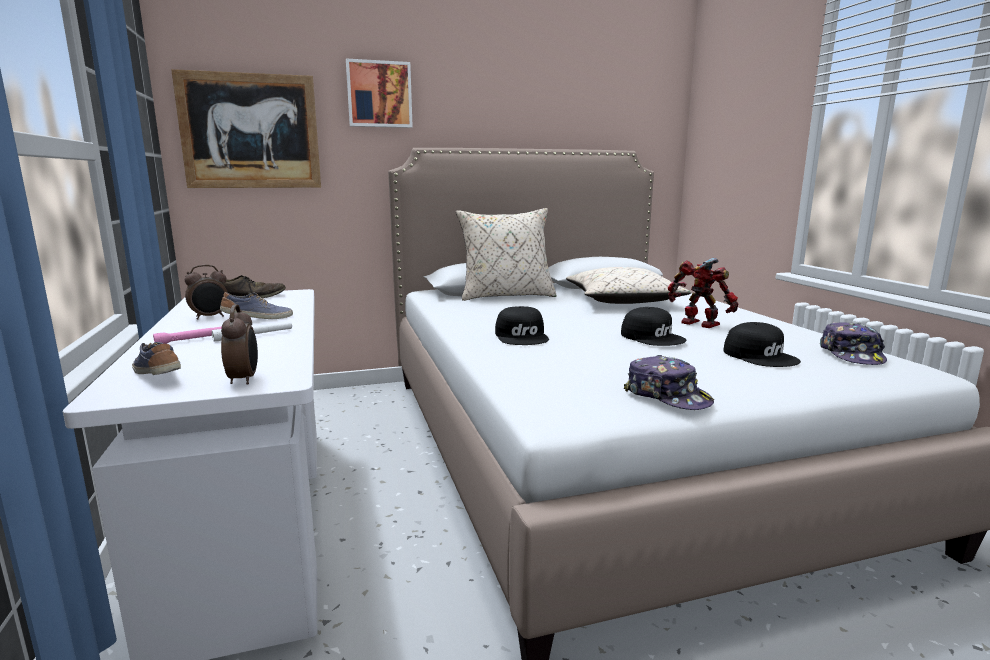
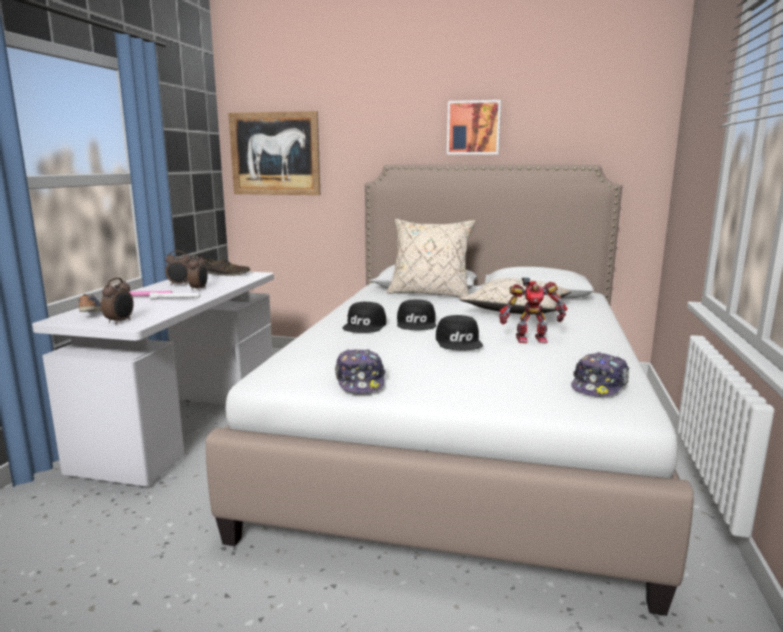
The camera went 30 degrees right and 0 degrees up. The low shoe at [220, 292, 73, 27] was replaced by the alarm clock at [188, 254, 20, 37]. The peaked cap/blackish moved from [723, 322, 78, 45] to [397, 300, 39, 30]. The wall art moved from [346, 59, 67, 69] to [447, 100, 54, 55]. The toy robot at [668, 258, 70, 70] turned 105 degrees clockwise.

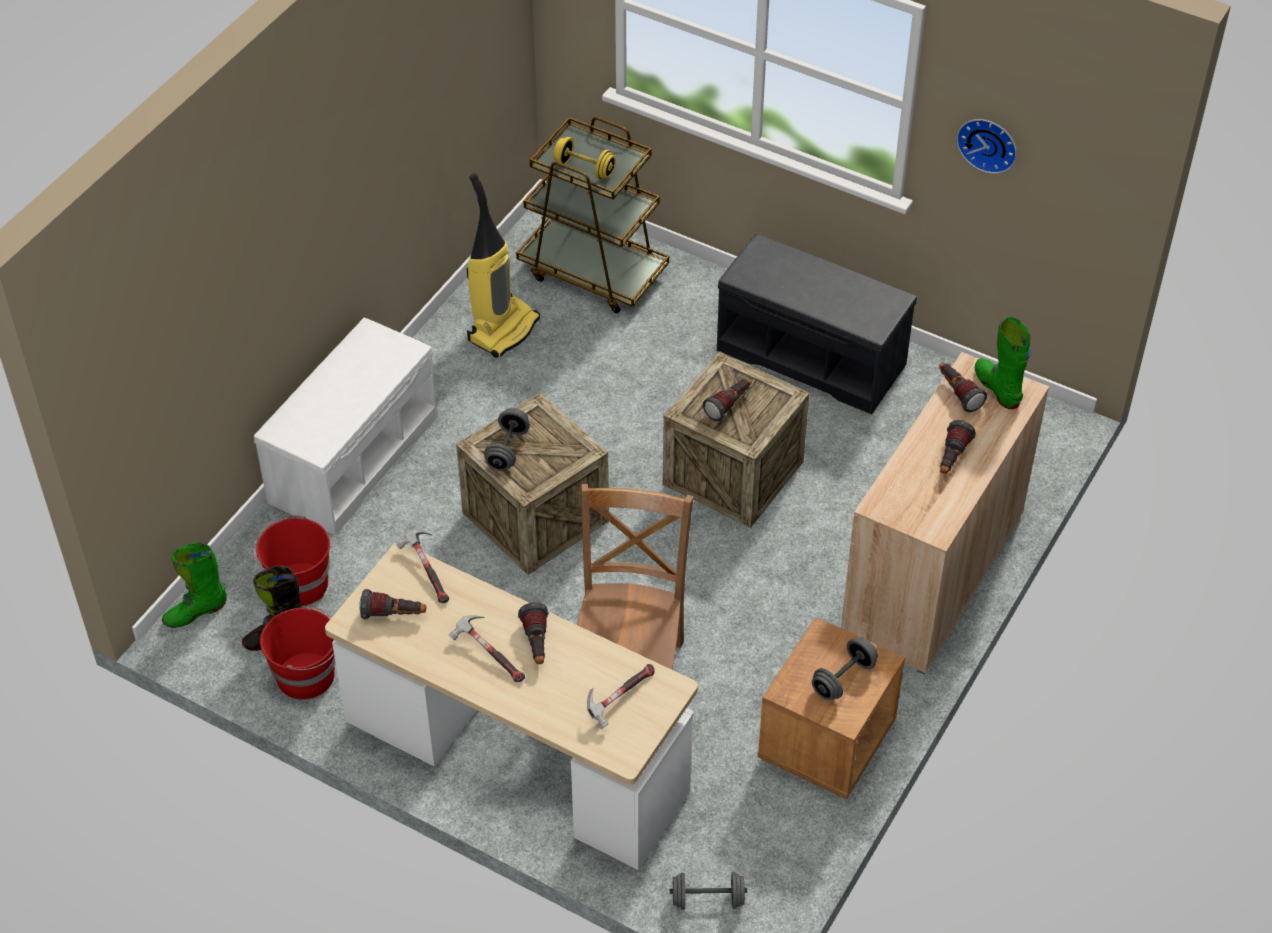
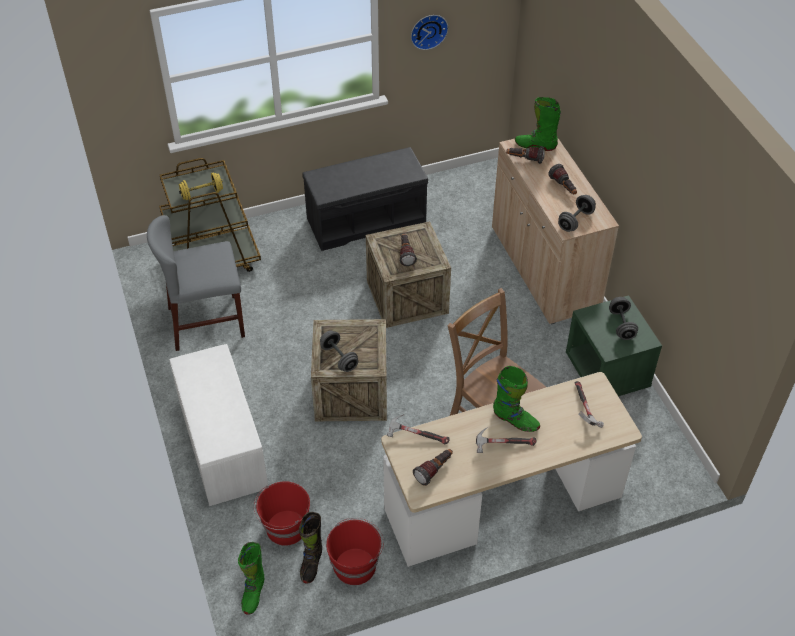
The camera went 50 degrees left and 0 degrees up. The hoover at [467, 173, 73, 185] was replaced by the upright chair/grey at [147, 215, 98, 136]. The flashlight at [518, 602, 31, 62] was replaced by the boot/greenish at [493, 366, 47, 66]. The free weight/grey moved from [670, 872, 77, 38] to [558, 195, 38, 37]. The night table/brownish at [757, 617, 148, 183] became the night table/greenish at [566, 295, 96, 101].

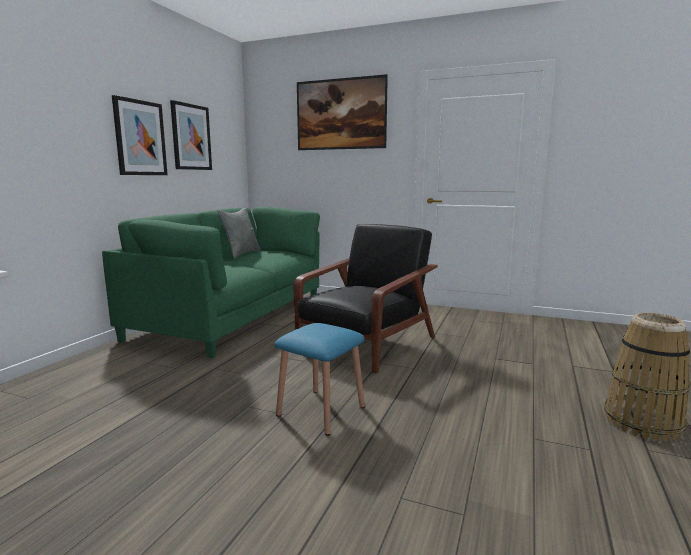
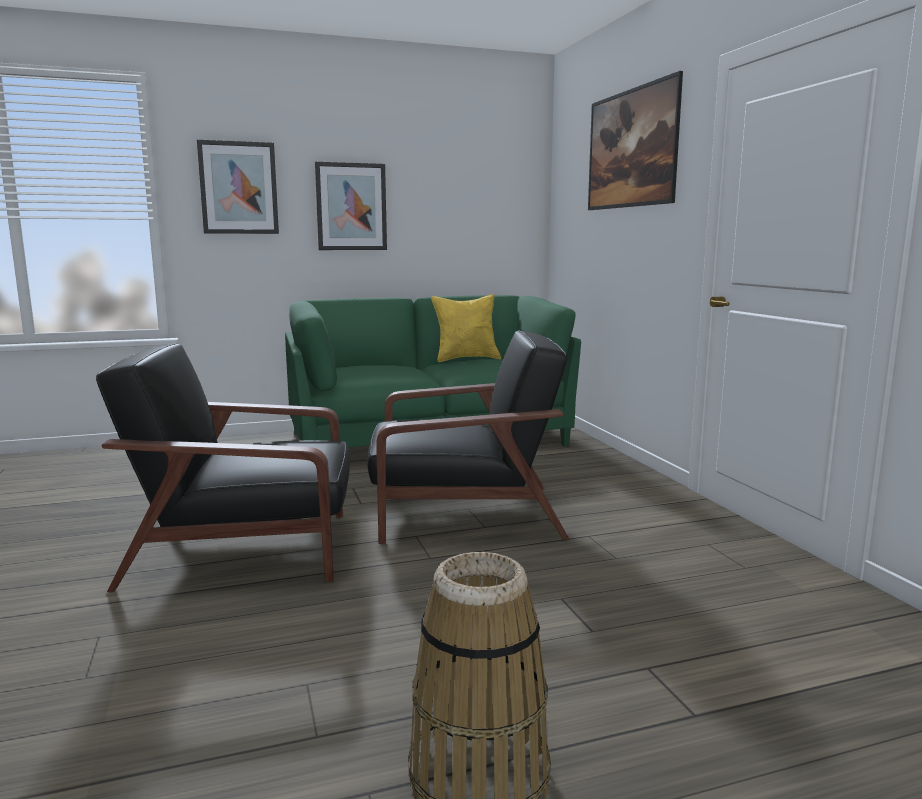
The camera went 50 degrees right and 0 degrees up. The sitting stool/blue-coloured at [274, 323, 91, 113] was replaced by the lounge chair/blackish at [96, 343, 254, 249]. The wall art moved from [170, 100, 42, 70] to [197, 140, 82, 94]. The pillow/grey at [217, 207, 44, 51] became the pillow/yellow at [431, 294, 70, 68].

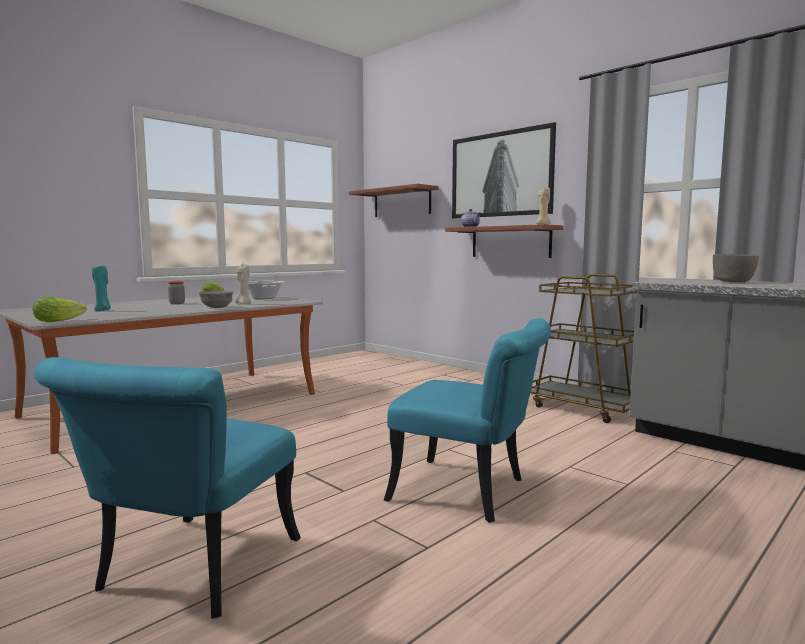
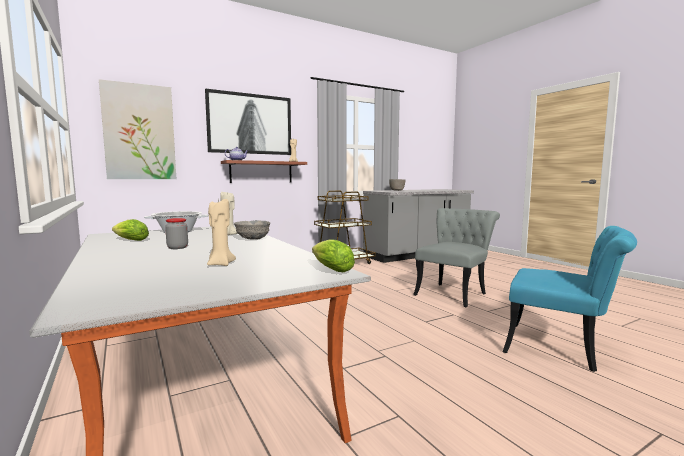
The camera went 75 degrees left and 0 degrees up. The bracket shelf at [349, 184, 90, 33] was replaced by the wall art at [99, 79, 77, 100]. The wax candle/turquoise at [92, 266, 19, 45] became the wax candle/sand-coloured at [207, 199, 29, 67]. The upright chair/turquoise at [384, 318, 167, 204] became the upright chair/grey at [413, 208, 87, 100].

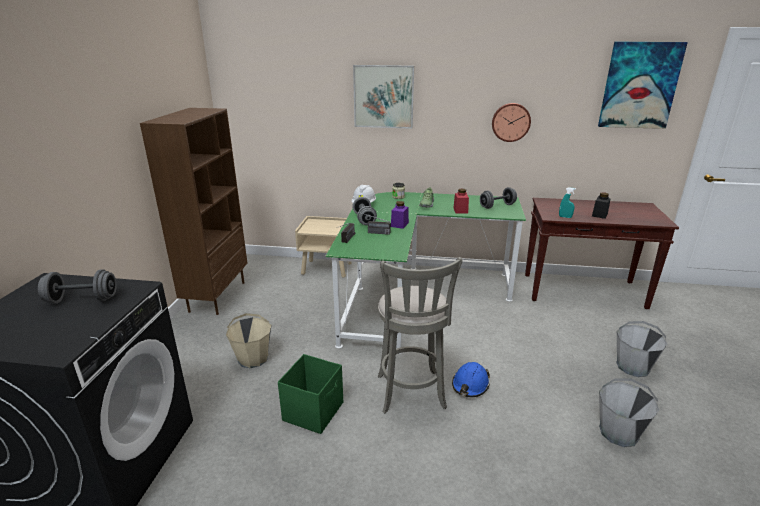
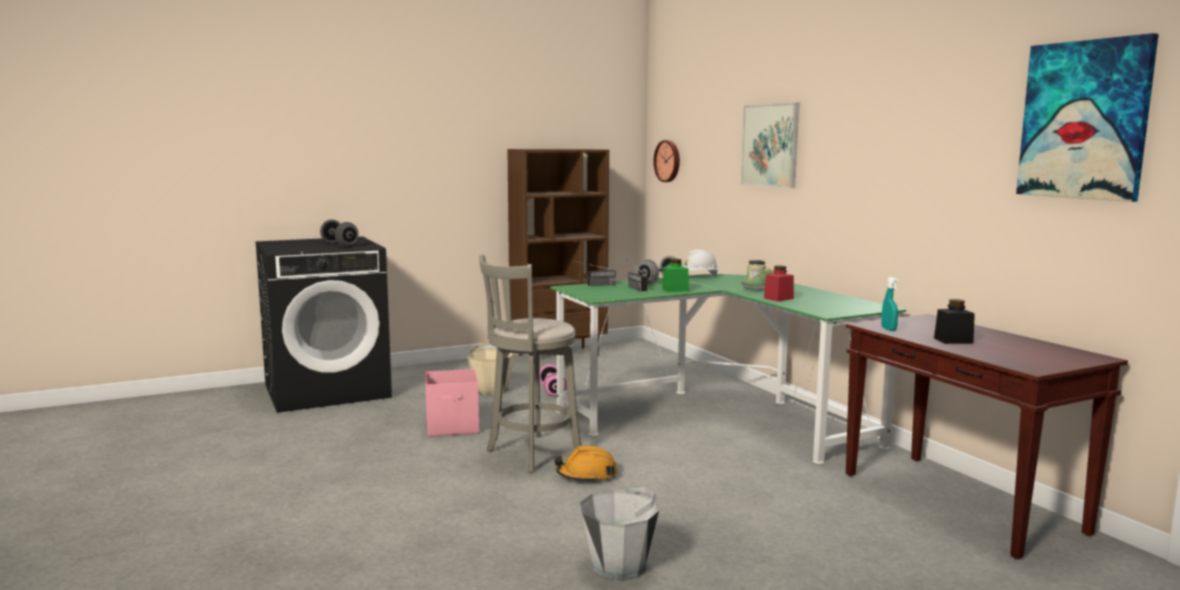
The camera went 55 degrees right and 15 degrees down. The storage box/greenish at [278, 354, 65, 80] became the storage box/pinkish at [425, 369, 54, 67]. The free weight/pinkish at [540, 364, 26, 32] appeared. The safety helmet/blue-coloured at [452, 362, 38, 35] became the safety helmet/orange at [554, 446, 63, 37]. The clock on the wall moved from [492, 103, 39, 39] to [653, 140, 27, 42]. The storage jar/purplish at [391, 201, 18, 28] became the storage jar/greenish at [662, 259, 27, 33]. The night table/sand-coloured at [295, 216, 56, 62] disappeared. The free weight/grey at [480, 187, 37, 22] disappeared. The water bucket/grey at [616, 321, 51, 56] disappeared.

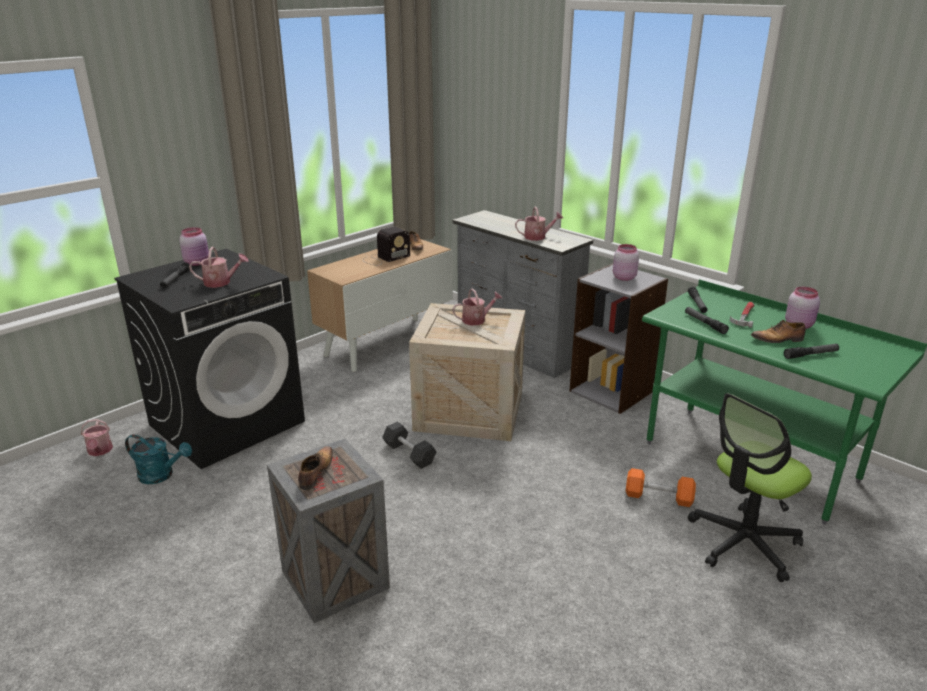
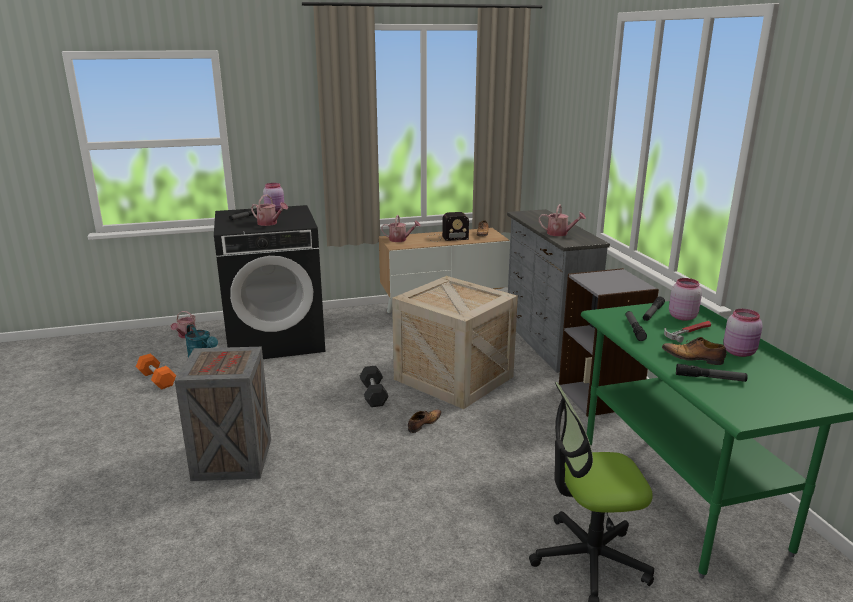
The camera went 30 degrees right and 5 degrees down. The free weight/orange moved from [626, 468, 70, 39] to [136, 354, 40, 36]. The sprinkling can moved from [452, 289, 50, 36] to [381, 215, 40, 27]. The low shoe moved from [298, 446, 35, 44] to [408, 409, 34, 24]. The storage jar/pinkish moved from [613, 244, 26, 37] to [669, 278, 33, 43].

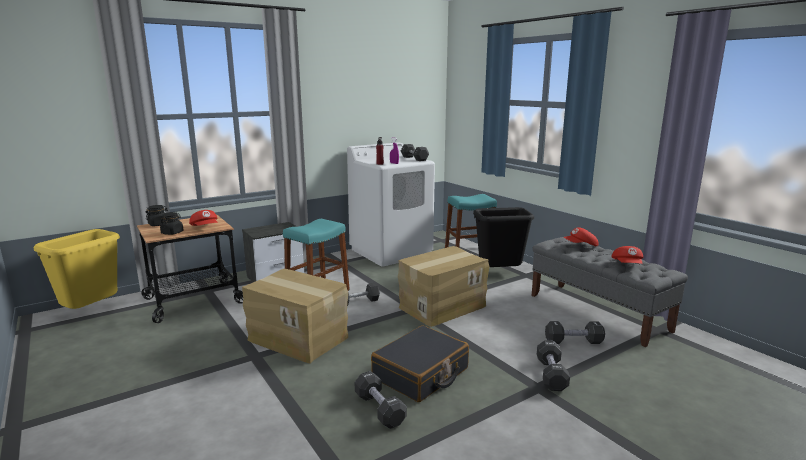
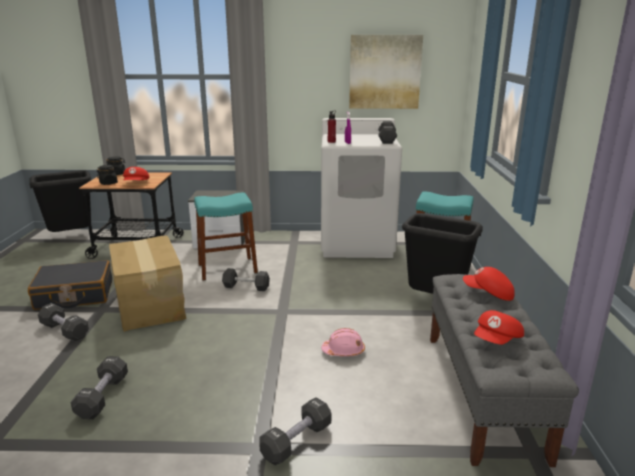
The camera went 35 degrees right and 5 degrees up. The piece of luggage/blackish moved from [371, 325, 98, 77] to [28, 260, 84, 50]. The waste bin/yellow at [34, 229, 86, 80] became the waste bin/blackish at [29, 170, 62, 62]. The free weight/blackish moved from [545, 321, 60, 23] to [38, 303, 51, 38]. The safety helmet/pinkish at [321, 328, 44, 29] appeared. The wall art at [349, 35, 74, 74] appeared. The packing box at [398, 246, 91, 81] disappeared.

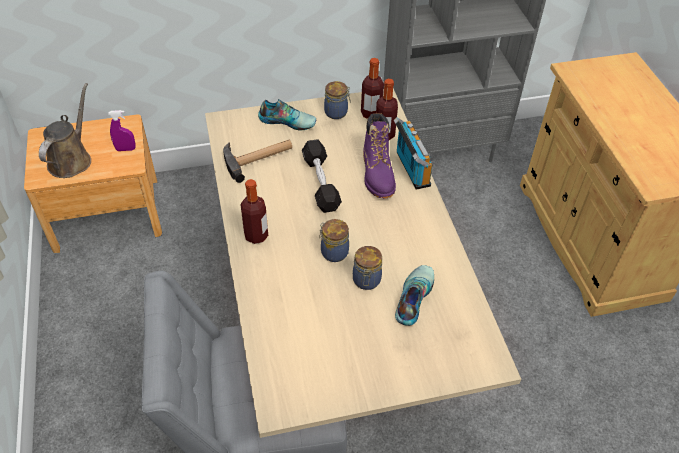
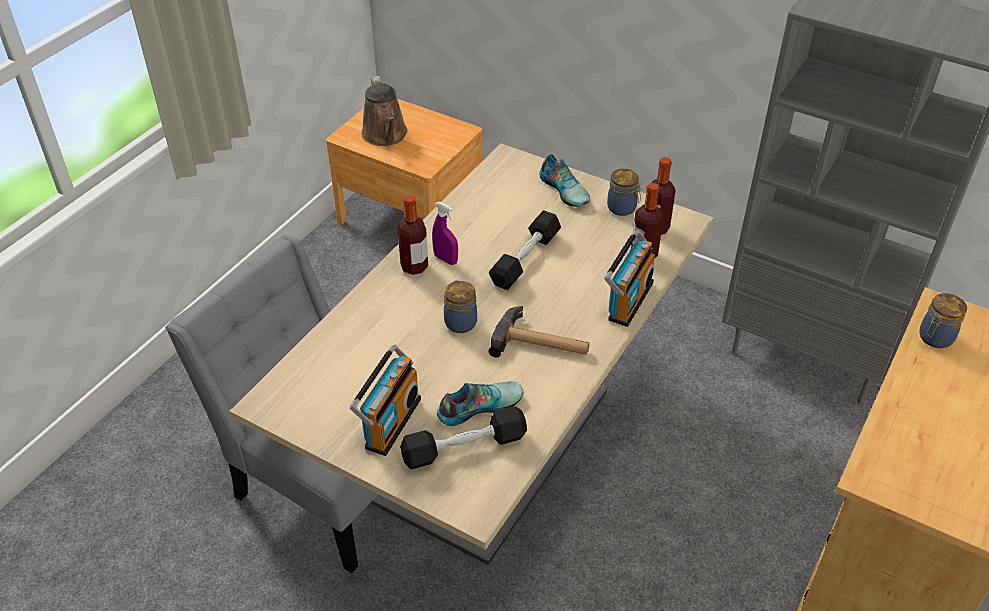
The camera went 45 degrees right and 5 degrees down. The radio receiver at [350, 345, 71, 111] appeared. The sprinkling can/brownish at [39, 83, 52, 95] turned 105 degrees clockwise. The free weight/blackish at [400, 406, 127, 63] appeared. The sprayer/purplish moved from [108, 110, 28, 41] to [432, 202, 26, 63]. The hand hammer moved from [223, 139, 69, 44] to [488, 306, 102, 52]. The storage jar moved from [353, 246, 29, 44] to [919, 293, 48, 55]. The boot/purplish at [363, 113, 33, 86] disappeared.

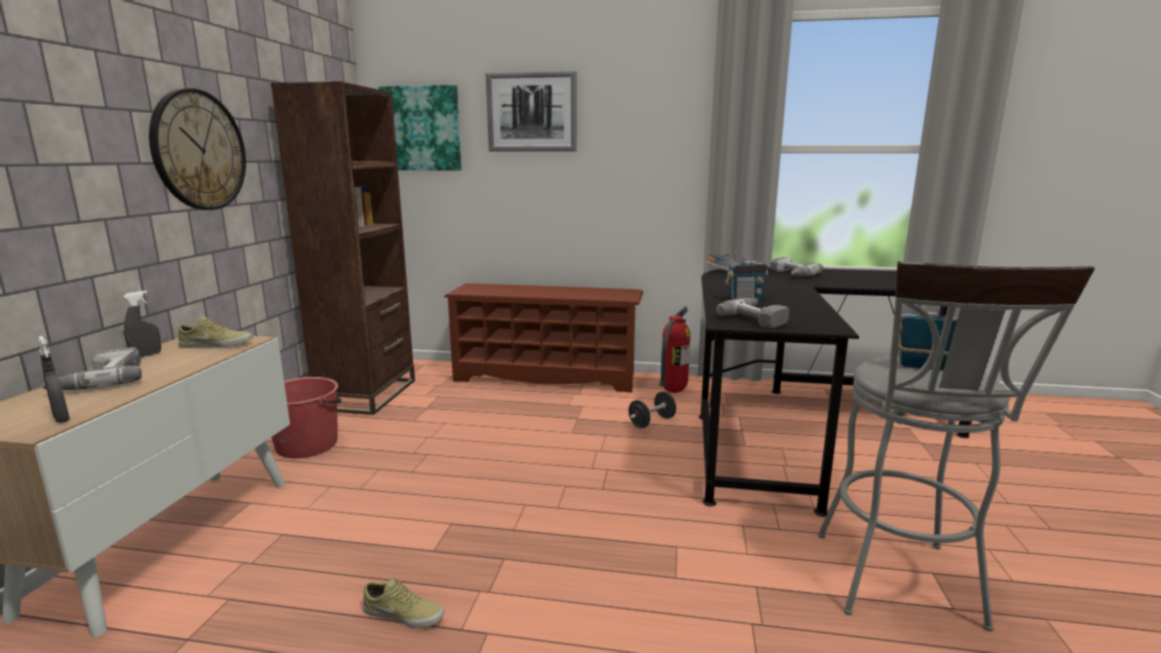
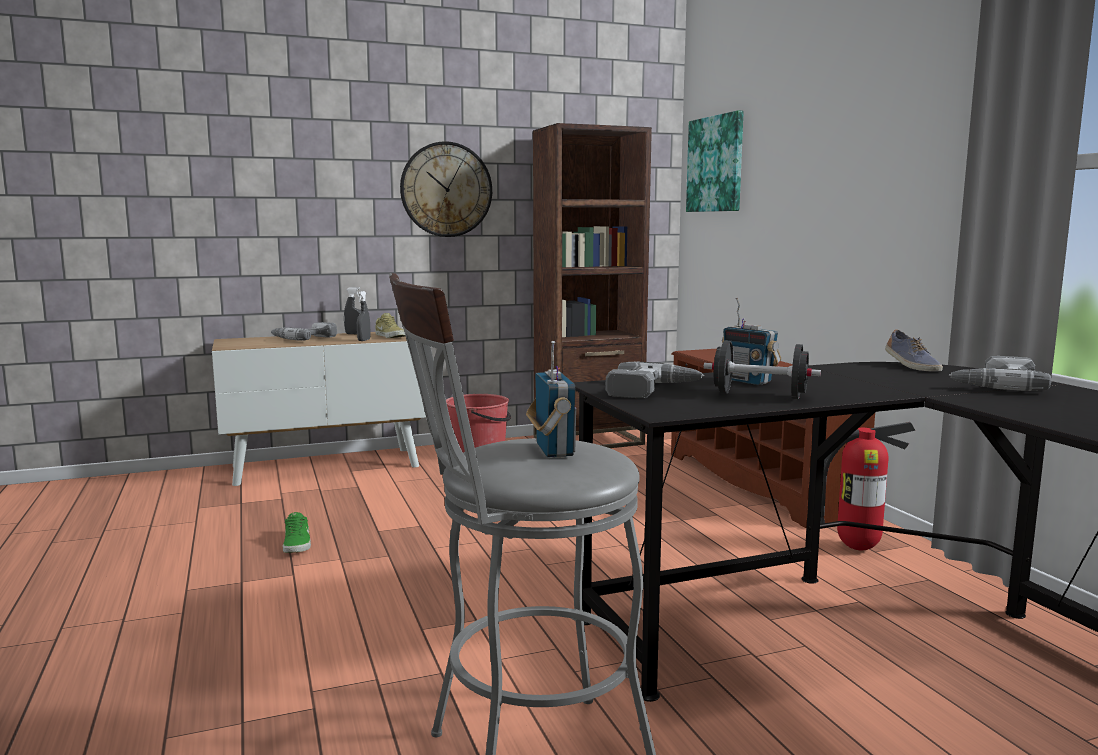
The camera went 60 degrees right and 5 degrees down. The low shoe/sand-coloured at [363, 578, 81, 50] became the low shoe/greenish at [283, 512, 28, 41]. The sprayer/grey moved from [38, 336, 32, 87] to [357, 291, 14, 50]. The free weight/blackish moved from [629, 391, 47, 37] to [704, 340, 117, 59]. The wall art at [486, 71, 91, 80] disappeared.

